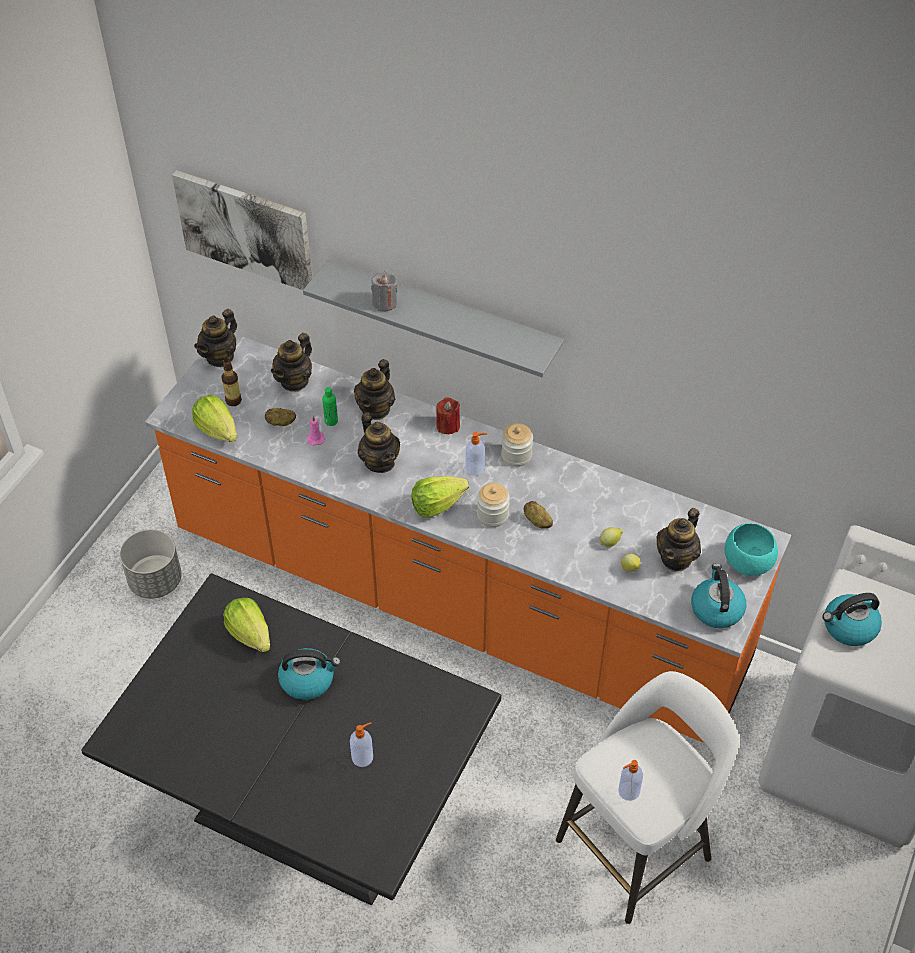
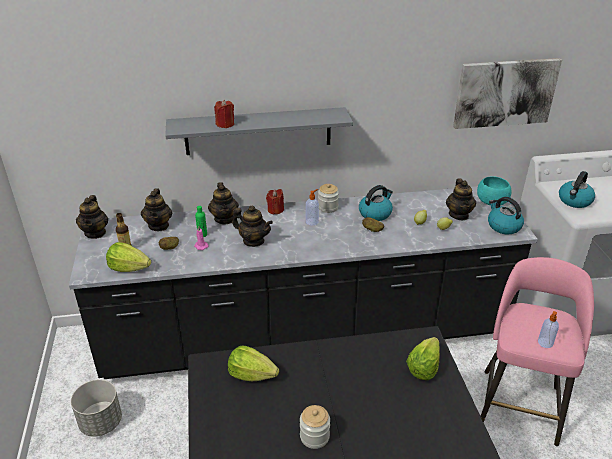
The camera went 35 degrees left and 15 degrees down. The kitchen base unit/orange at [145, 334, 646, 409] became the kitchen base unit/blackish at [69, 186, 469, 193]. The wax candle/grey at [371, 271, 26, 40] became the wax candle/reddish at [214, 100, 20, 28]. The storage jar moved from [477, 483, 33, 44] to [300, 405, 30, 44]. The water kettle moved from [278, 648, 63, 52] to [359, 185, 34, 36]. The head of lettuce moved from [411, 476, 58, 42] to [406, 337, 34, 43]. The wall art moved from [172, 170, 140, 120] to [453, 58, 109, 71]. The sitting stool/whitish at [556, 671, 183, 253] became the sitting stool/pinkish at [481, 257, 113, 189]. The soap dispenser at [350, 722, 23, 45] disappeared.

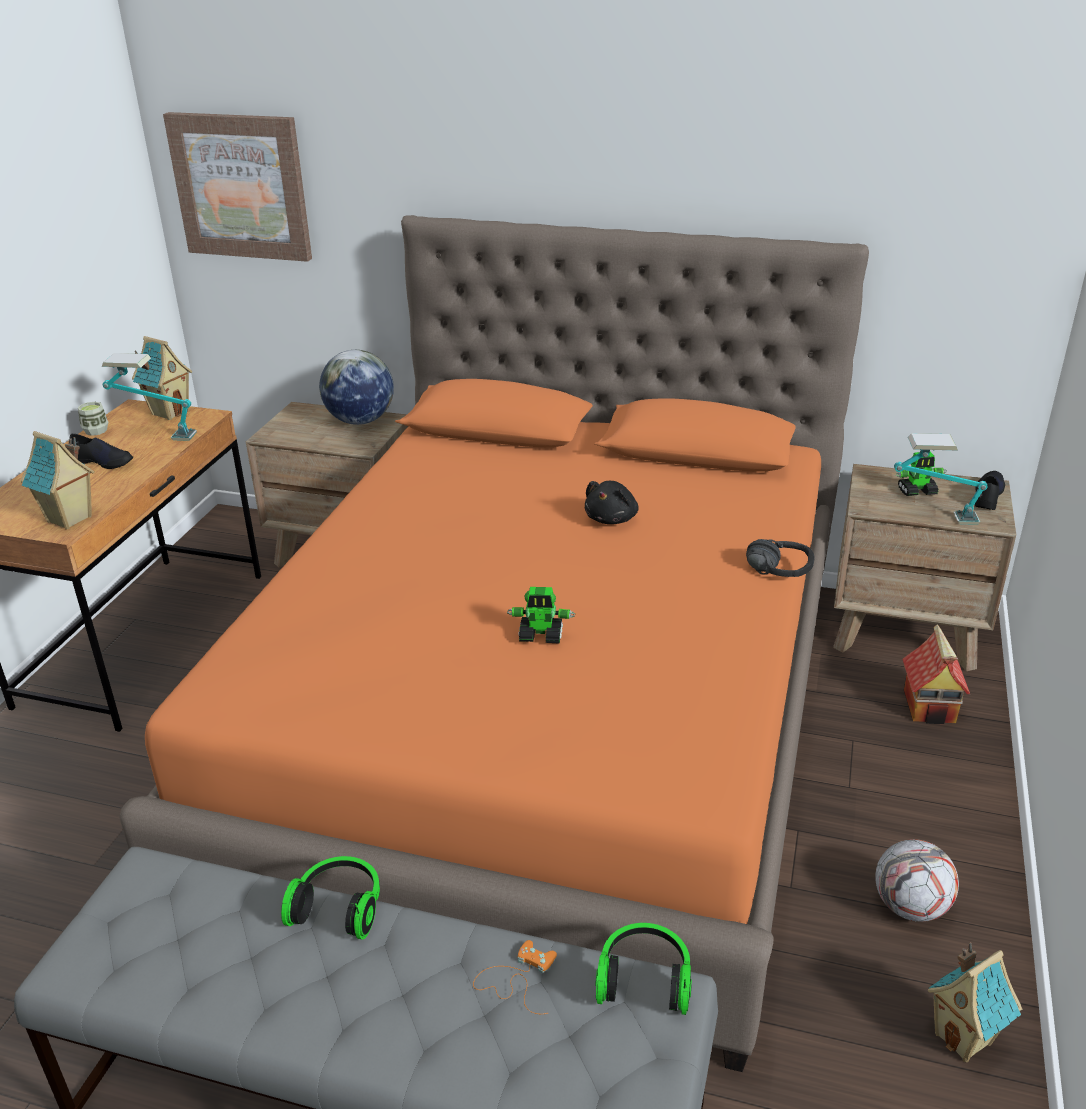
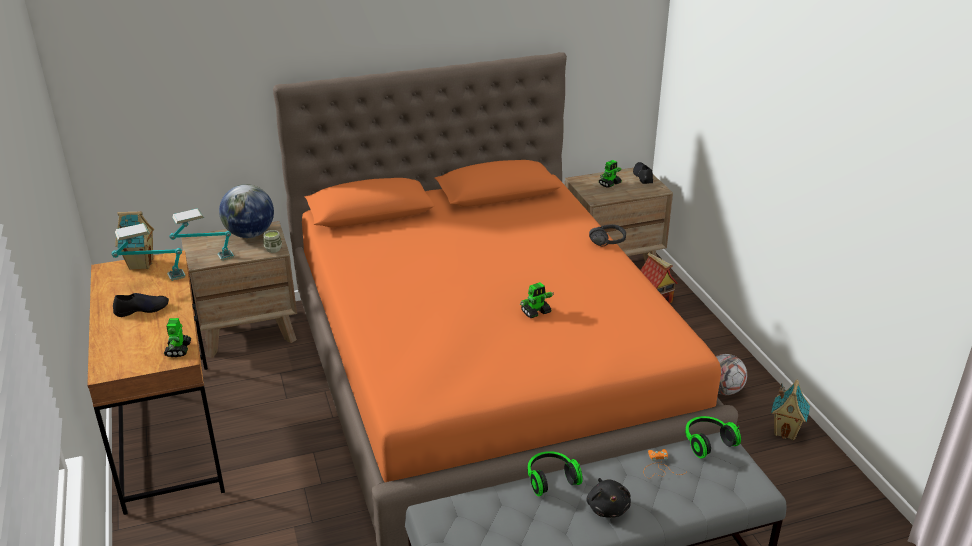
The camera went 35 degrees left and 0 degrees up. The toy house at [21, 431, 74, 99] was replaced by the toy robot at [164, 318, 27, 39]. The lamp for a table moved from [894, 433, 94, 92] to [169, 208, 65, 52]. The cup moved from [78, 402, 30, 34] to [263, 230, 19, 23]. The plush toy/blackish moved from [585, 481, 54, 43] to [587, 478, 44, 40]. The wall art at [163, 112, 149, 150] disappeared.

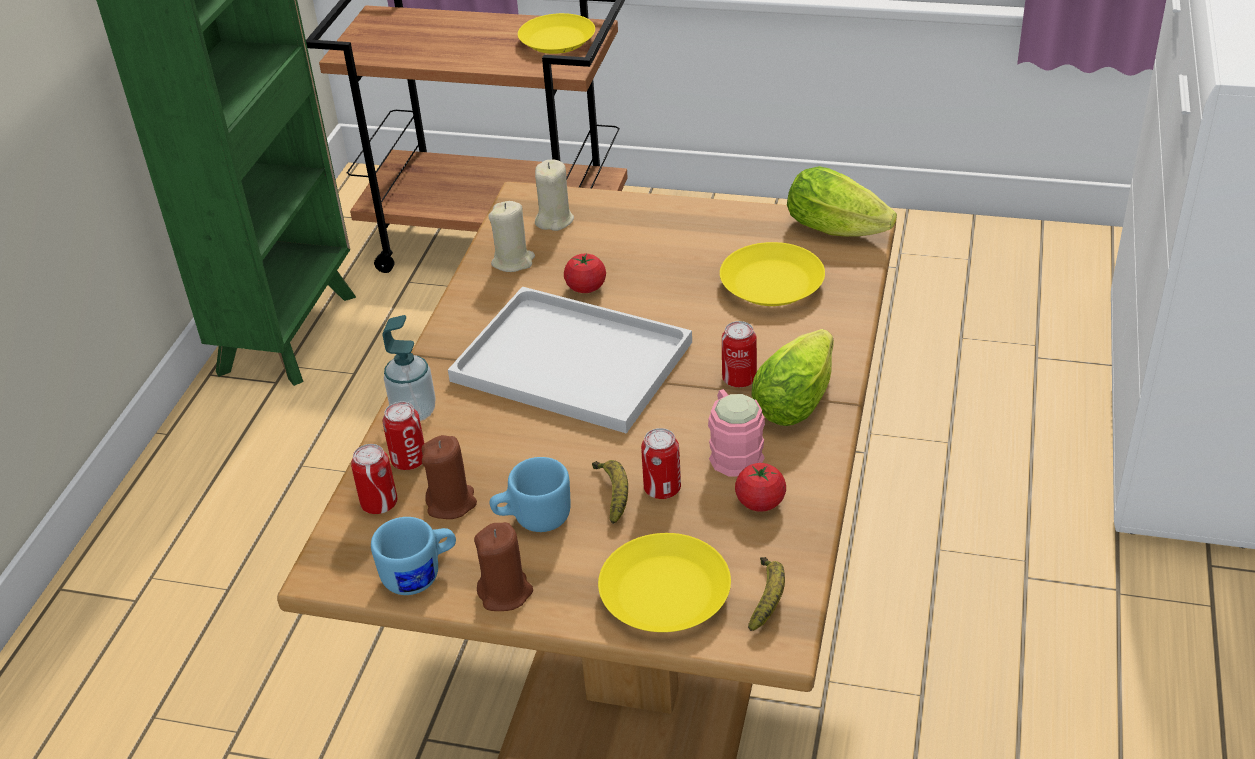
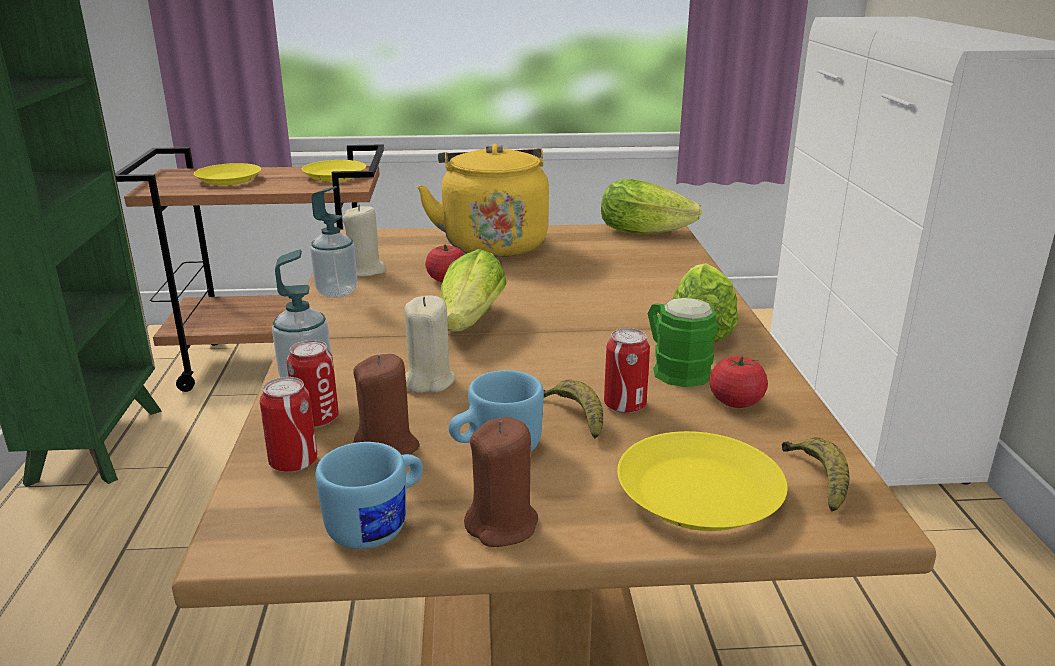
The camera went 20 degrees left and 15 degrees down. The flat dish/yellow moved from [720, 242, 105, 64] to [194, 163, 67, 22]. The soap dispenser at [310, 186, 47, 112] appeared. The wax candle/sand-coloured moved from [535, 160, 39, 71] to [404, 295, 51, 98]. The water kettle/yellow at [417, 143, 132, 114] appeared. The carrying tray/whitish at [448, 286, 244, 148] was replaced by the head of lettuce at [440, 249, 67, 82]. The tea mug/pinkish at [708, 389, 57, 88] became the tea mug/greenish at [648, 298, 69, 89]. The can at [722, 321, 35, 67] disappeared.

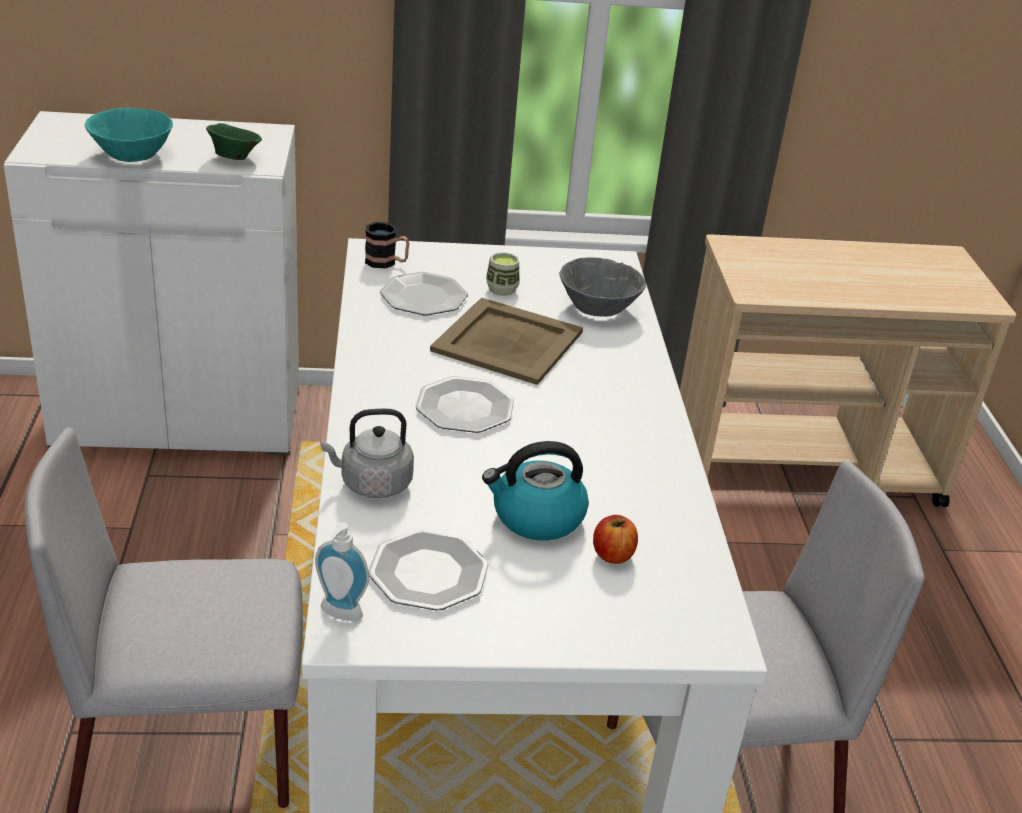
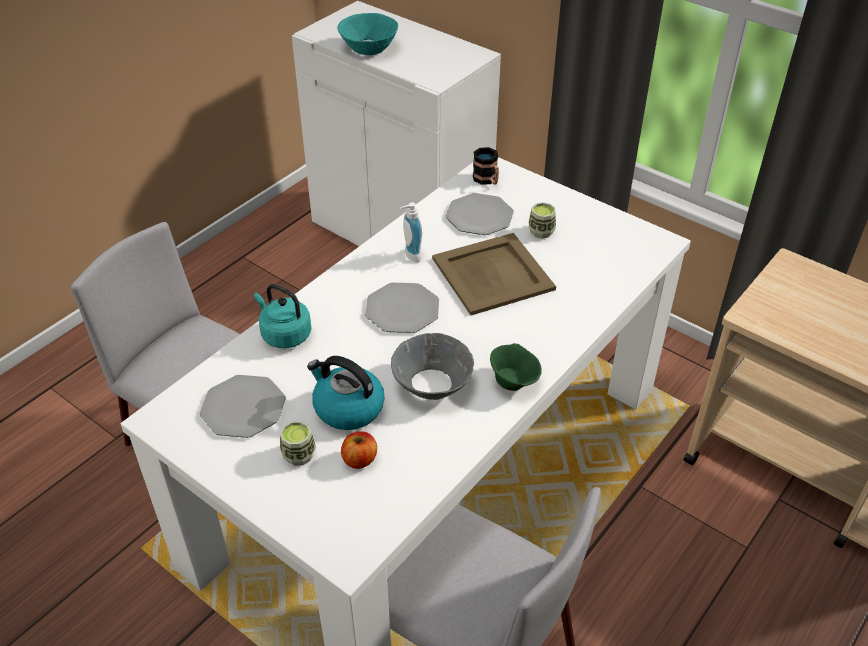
The camera went 45 degrees right and 10 degrees up. The water kettle/grey at [321, 409, 93, 89] became the water kettle/turquoise at [254, 284, 58, 64]. The cup at [280, 421, 36, 45] appeared. The bowl/grey moved from [559, 257, 87, 60] to [391, 333, 83, 67]. The soap dispenser moved from [315, 522, 54, 99] to [399, 202, 23, 61]. The bowl/greenish moved from [206, 123, 56, 37] to [490, 343, 52, 48].

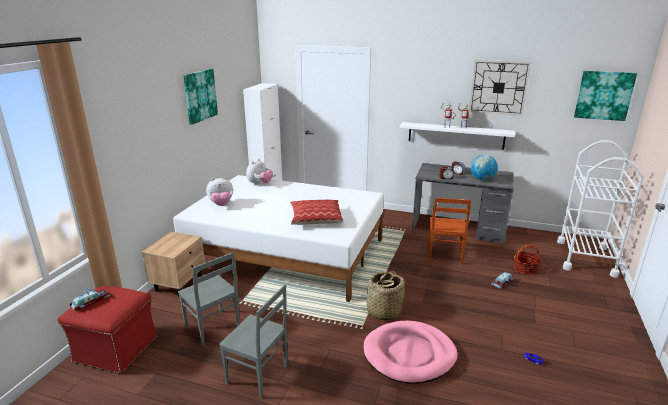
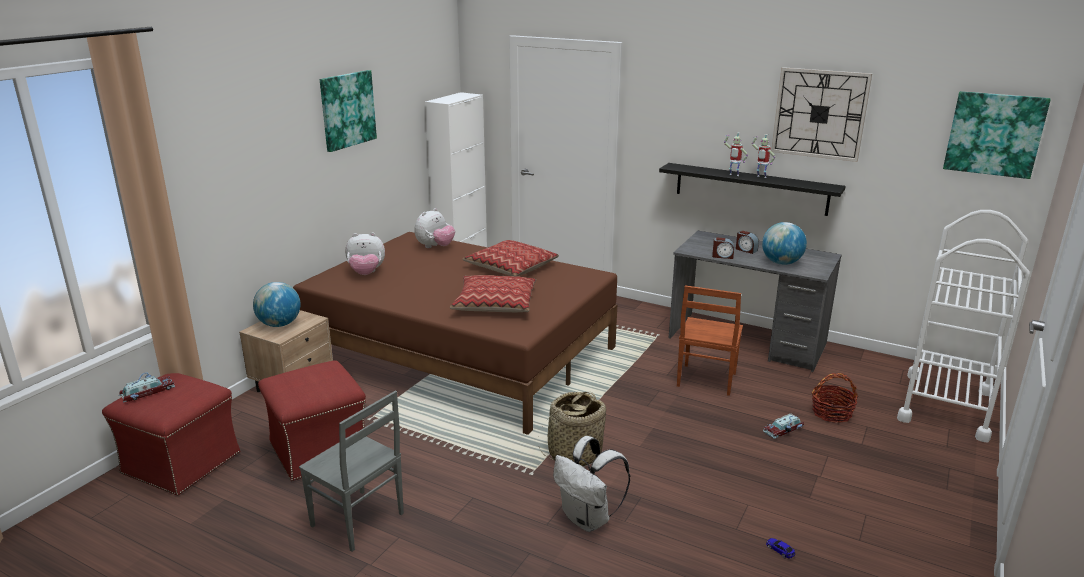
The camera went 10 degrees right and 0 degrees up. The desk globe at [253, 282, 48, 45] appeared. The upright chair/grey at [178, 252, 62, 94] was replaced by the pouffe/reddish at [258, 360, 108, 121]. The sleeping bed/whitish at [173, 175, 211, 127] became the sleeping bed/brownish at [293, 232, 324, 203]. The pillow at [463, 240, 96, 36] appeared. The dog bed/pinkish at [364, 321, 93, 63] was replaced by the backpack/whitish at [553, 436, 77, 96]. The bracket shelf/whitish at [400, 122, 115, 28] became the bracket shelf/blackish at [659, 163, 187, 53].

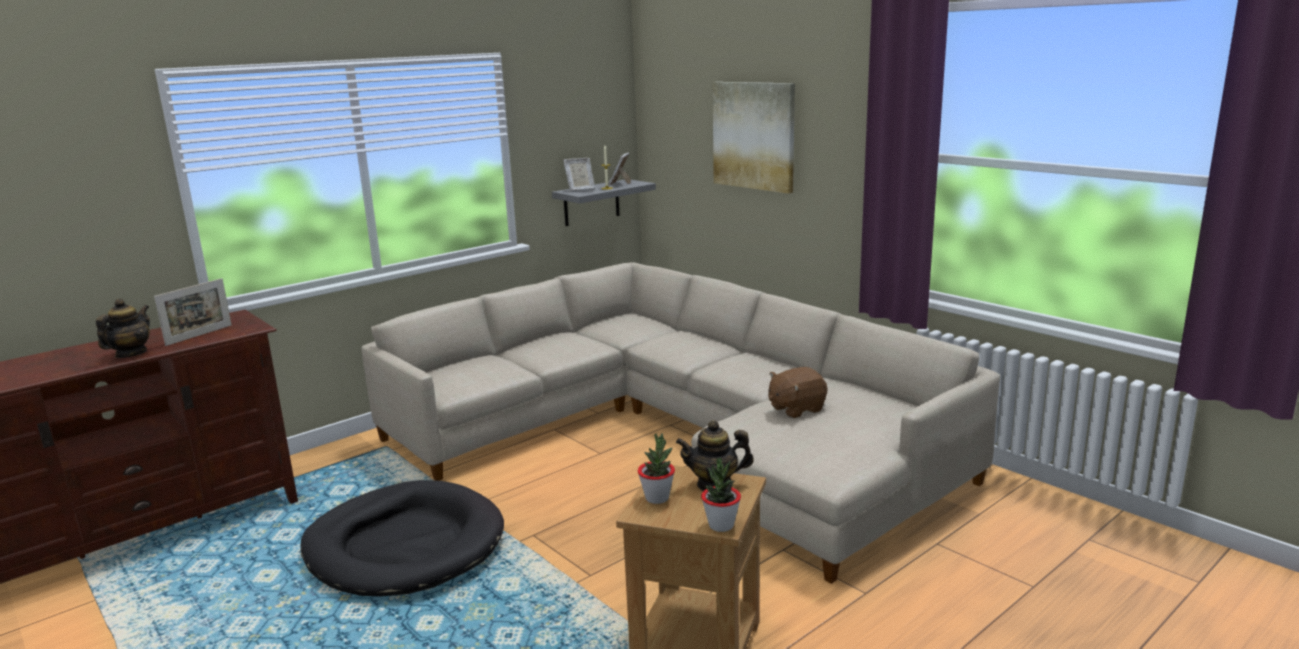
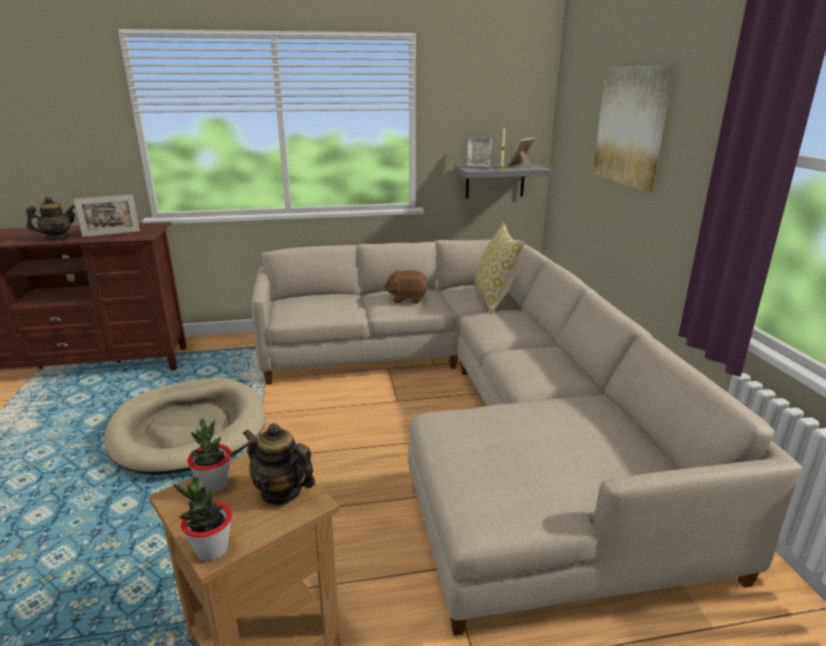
The camera went 30 degrees right and 5 degrees up. The dog bed/blackish at [301, 480, 203, 117] became the dog bed/sand-coloured at [104, 378, 162, 97]. The plush toy/brownish moved from [768, 367, 60, 51] to [384, 270, 45, 34]. The pillow at [475, 223, 49, 92] appeared.

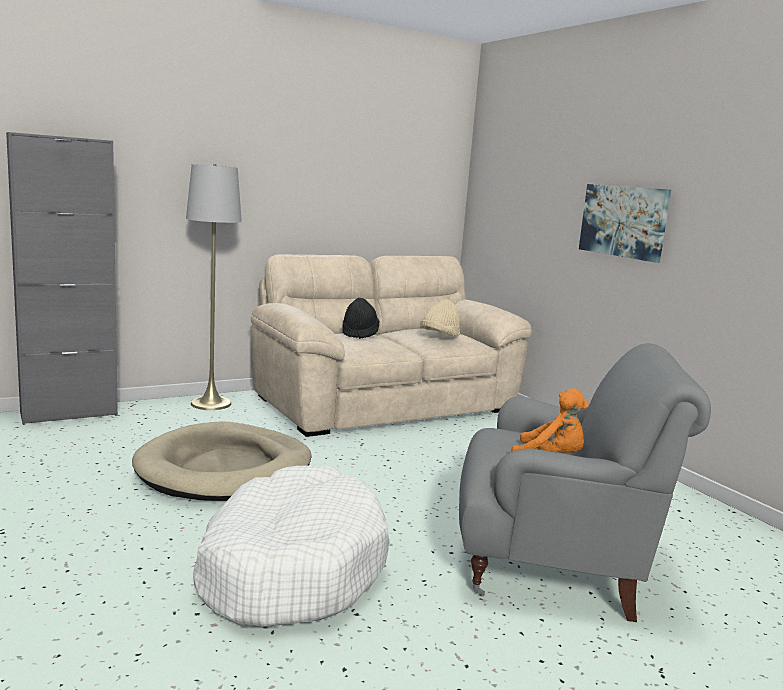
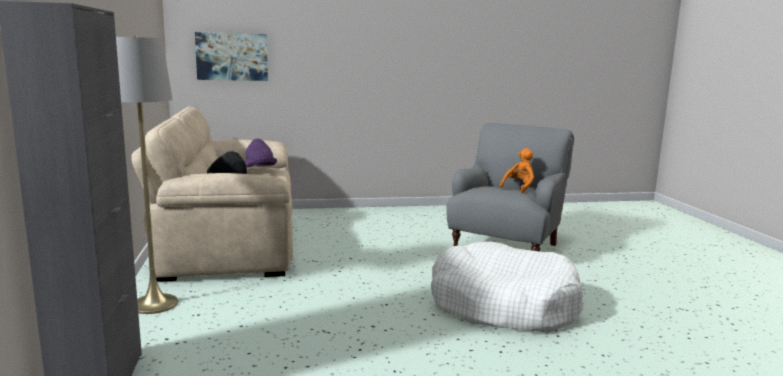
The camera went 70 degrees left and 0 degrees up. The wall art moved from [579, 184, 92, 79] to [195, 32, 73, 49]. The clothing hat/sand-coloured at [420, 299, 40, 37] became the clothing hat/purplish at [245, 139, 32, 28]. The dog bed/sand-coloured at [132, 421, 180, 80] disappeared.

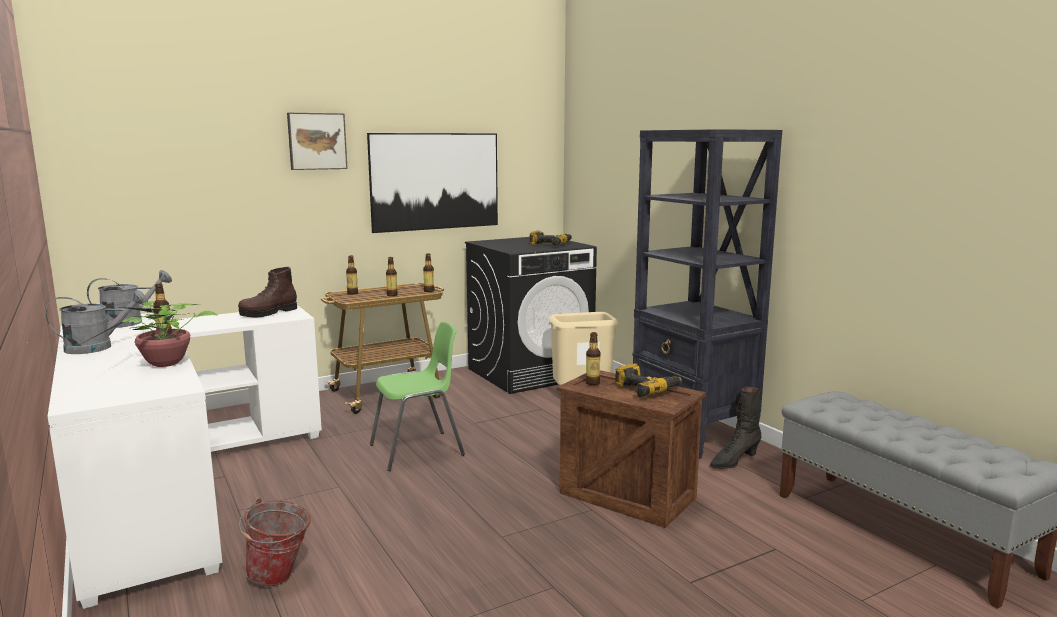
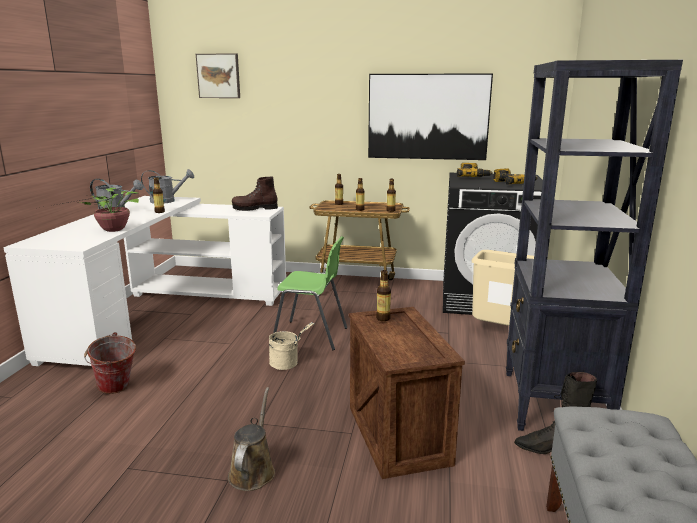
The camera went 40 degrees right and 5 degrees up. The wall art moved from [287, 113, 61, 57] to [196, 53, 44, 45]. The sprinkling can/brownish at [228, 387, 47, 104] appeared. The water bucket/sand-coloured at [269, 322, 46, 48] appeared. The power drill moved from [615, 363, 67, 34] to [457, 163, 36, 14].

